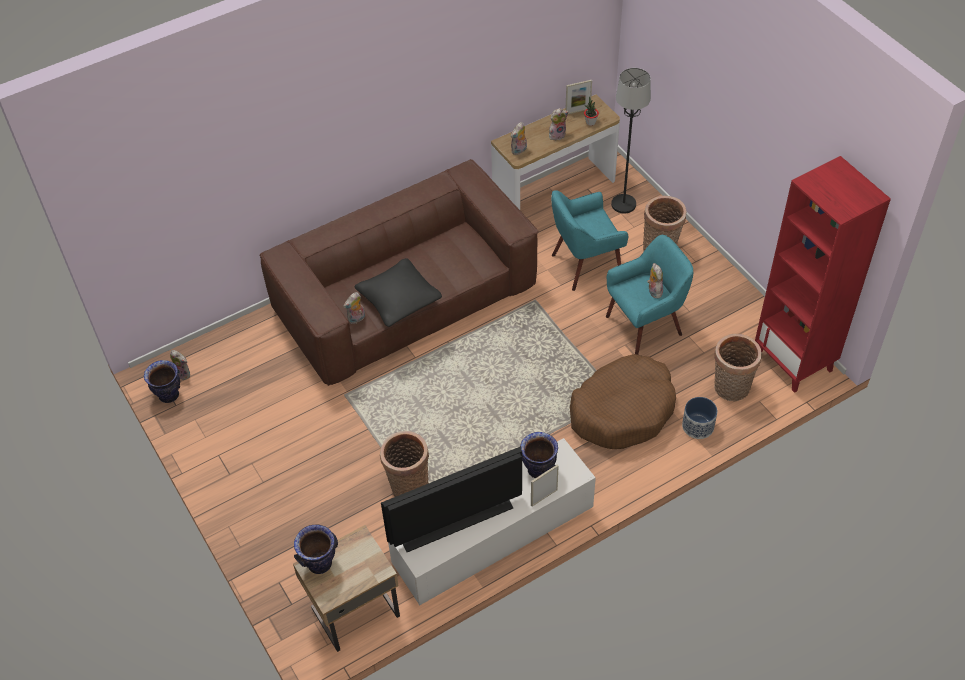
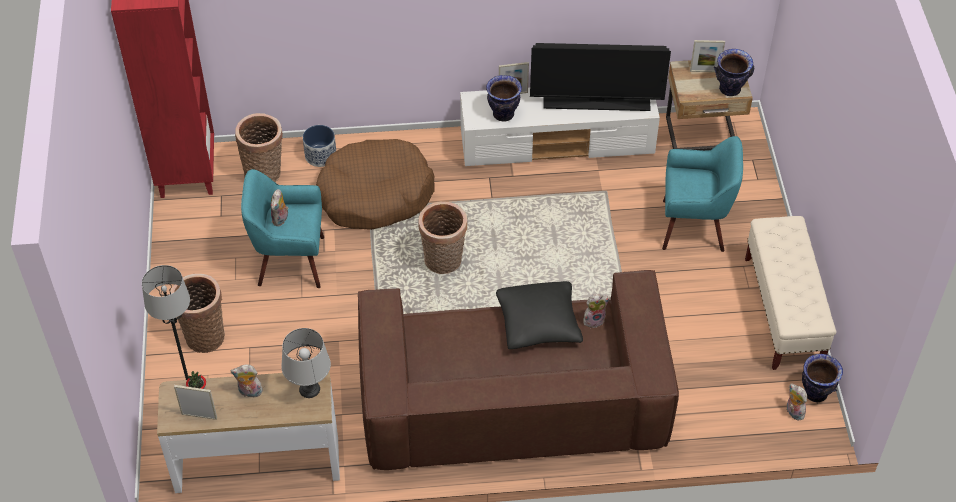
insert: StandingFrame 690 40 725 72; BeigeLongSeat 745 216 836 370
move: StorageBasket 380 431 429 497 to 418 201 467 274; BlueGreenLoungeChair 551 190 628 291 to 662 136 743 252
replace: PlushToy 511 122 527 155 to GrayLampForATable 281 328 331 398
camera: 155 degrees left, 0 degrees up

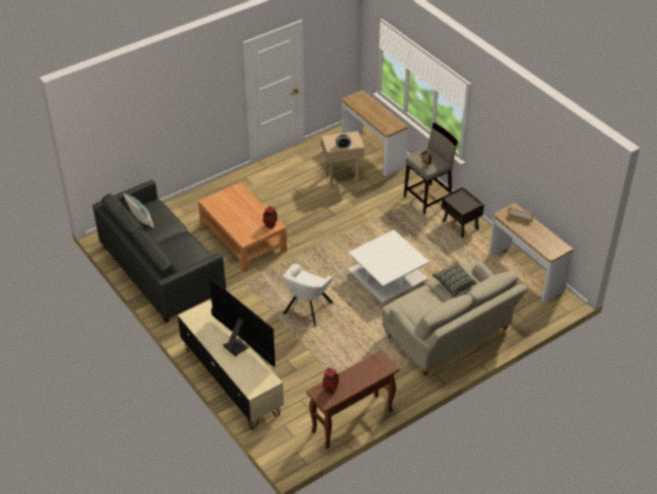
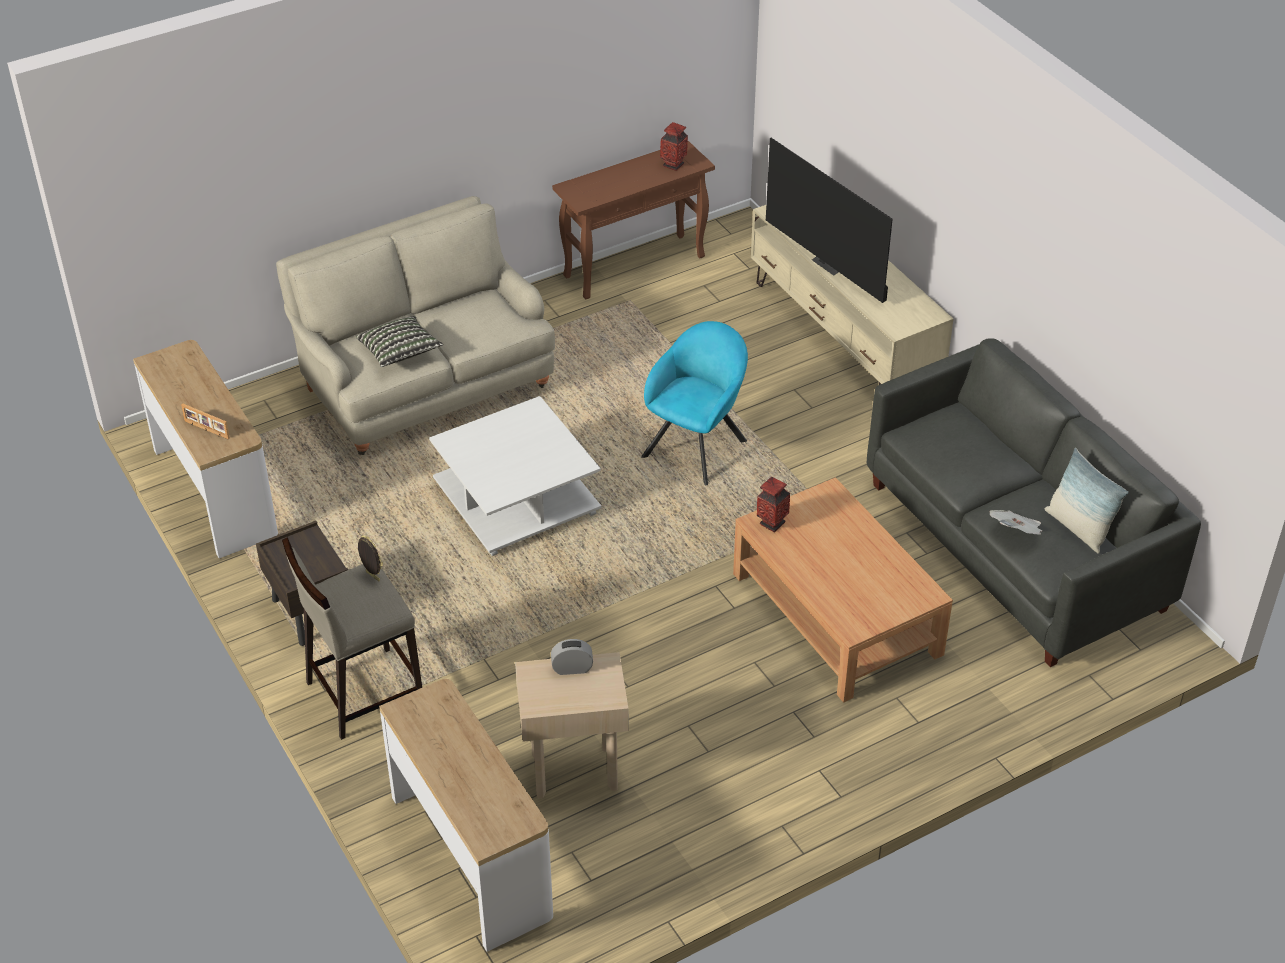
insert: PrintedPaper 990 510 1042 535
recolor: WhiteLoungeChair 283 264 333 327 to BlueGreenLoungeChair 641 321 748 485
camera: 175 degrees left, 0 degrees up

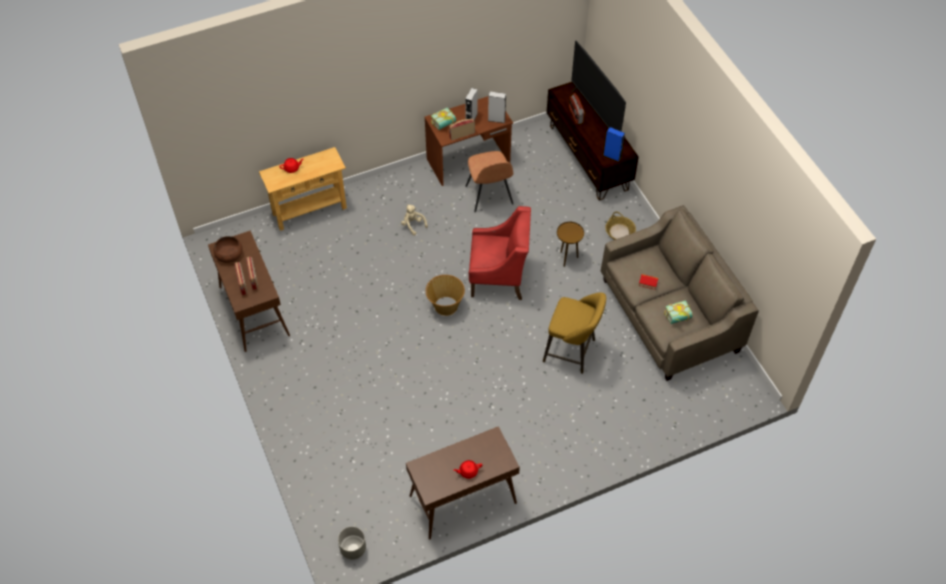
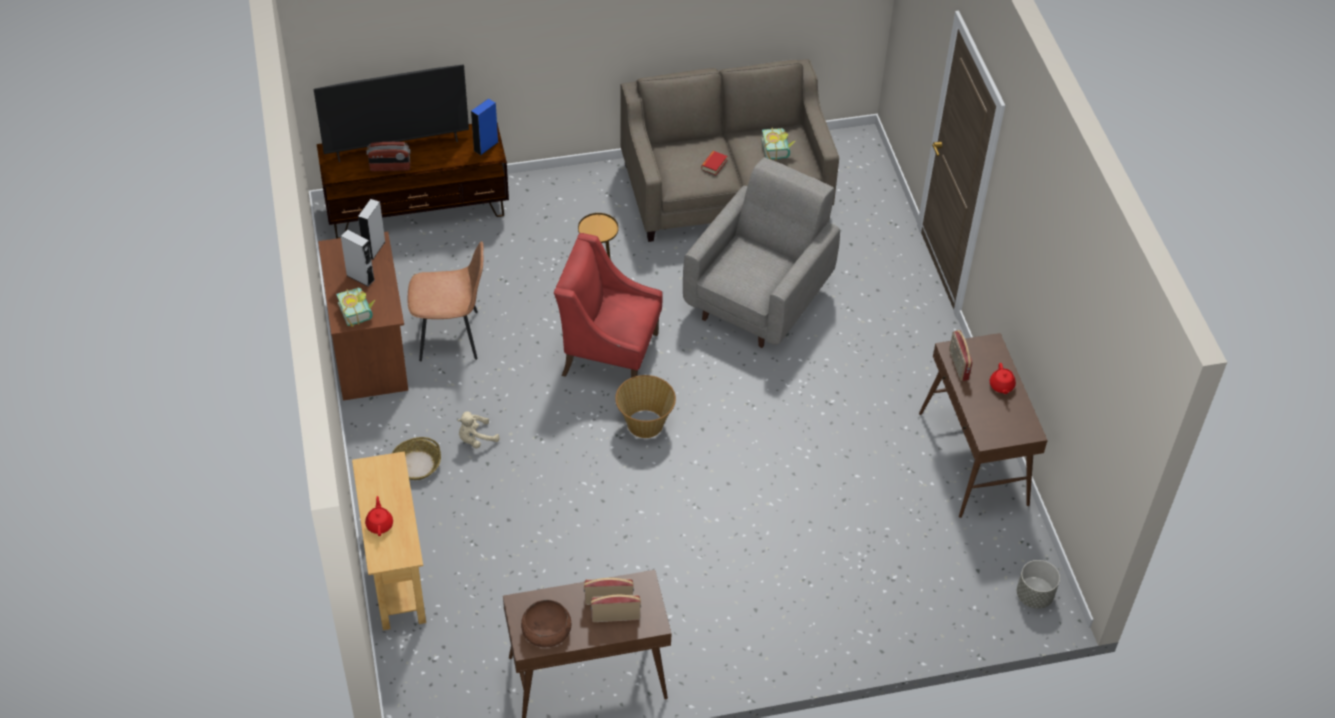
move: Radio 449 118 475 140 to 949 330 973 381; StorageBasket 605 212 636 240 to 392 437 441 480
replace: YellowStool 543 292 606 374 to GrayLoungeChair 683 157 840 348
rotate: RedLoungeChair 469 206 531 300 = 554 233 663 378 90 degrees counterclockwise
camera: 80 degrees left, 5 degrees down

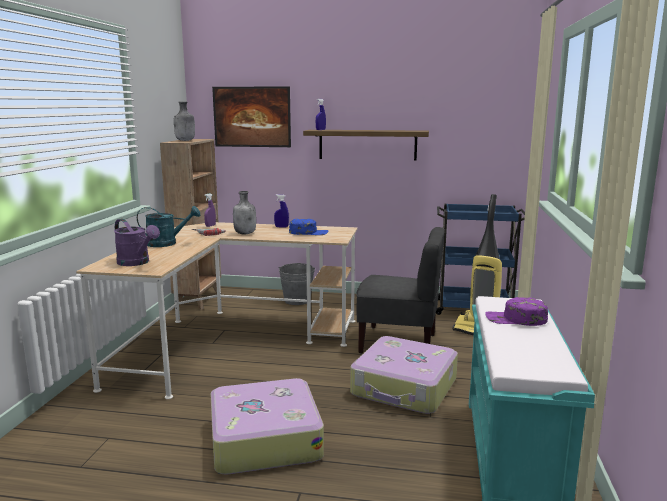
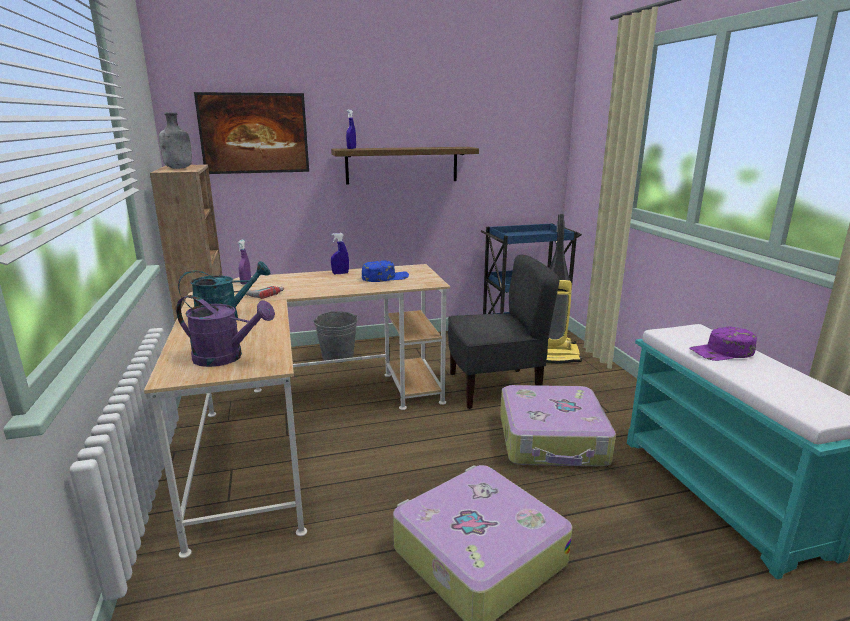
delete: GrayBottle 233 191 256 234
camera: 25 degrees left, 5 degrees up

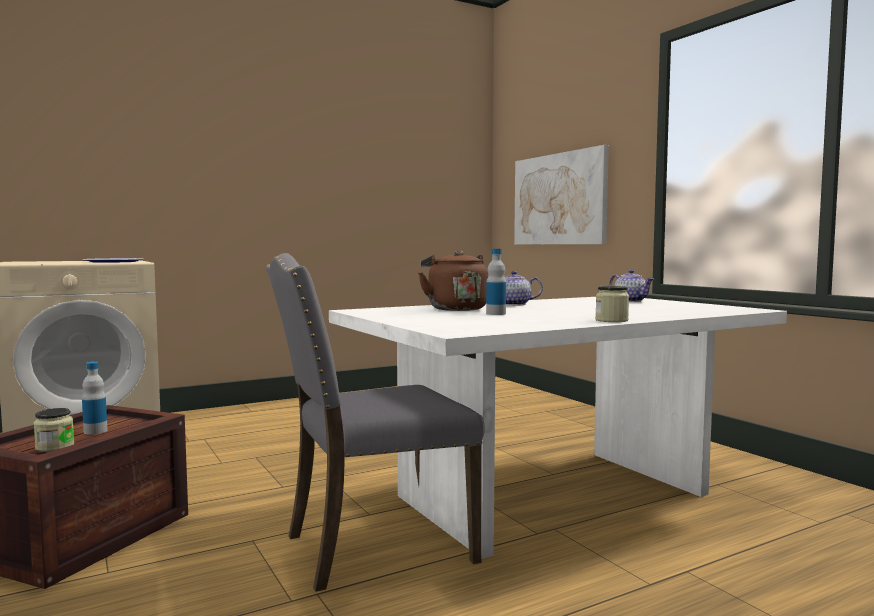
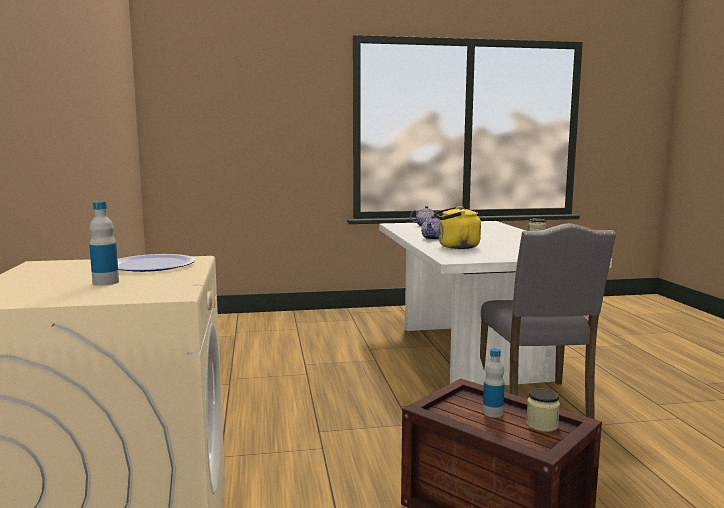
delete: WallPicture 514 145 609 244
move: Bottle 486 249 506 315 to 89 201 119 286
recolor: BrownWaterKettle 418 251 488 311 to YellowWaterKettle 434 206 481 249
camera: 70 degrees left, 5 degrees up

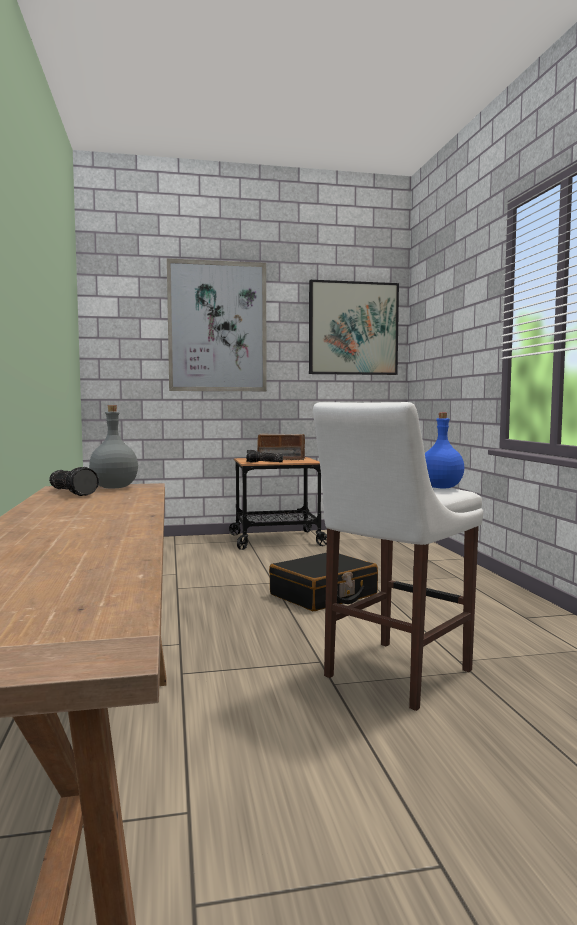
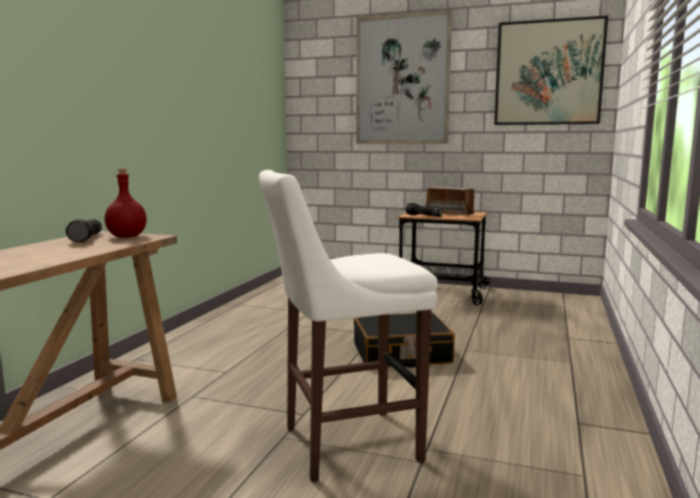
delete: BlueColouredBottle 425 413 464 489
recolor: GrayBottle 89 405 138 489 to RedBottle 105 169 147 237
camera: 30 degrees right, 5 degrees up

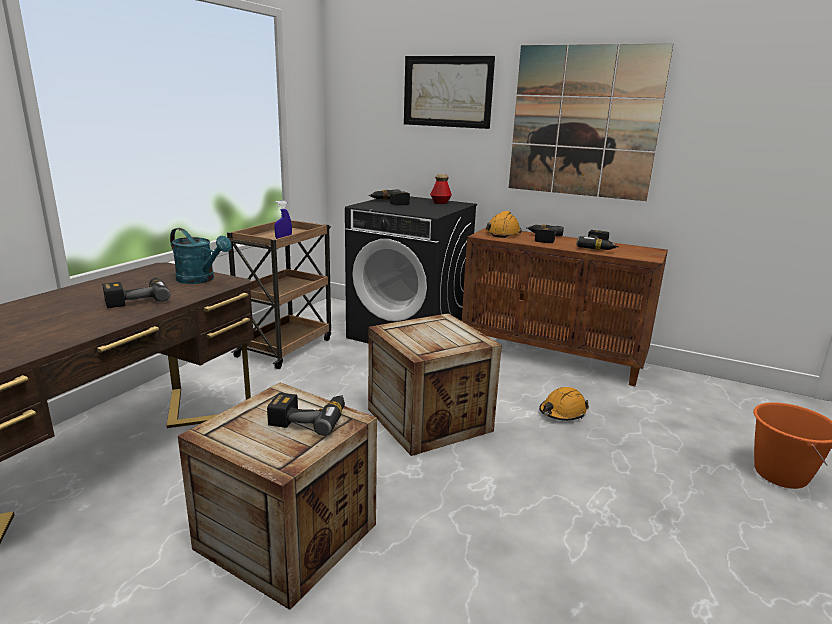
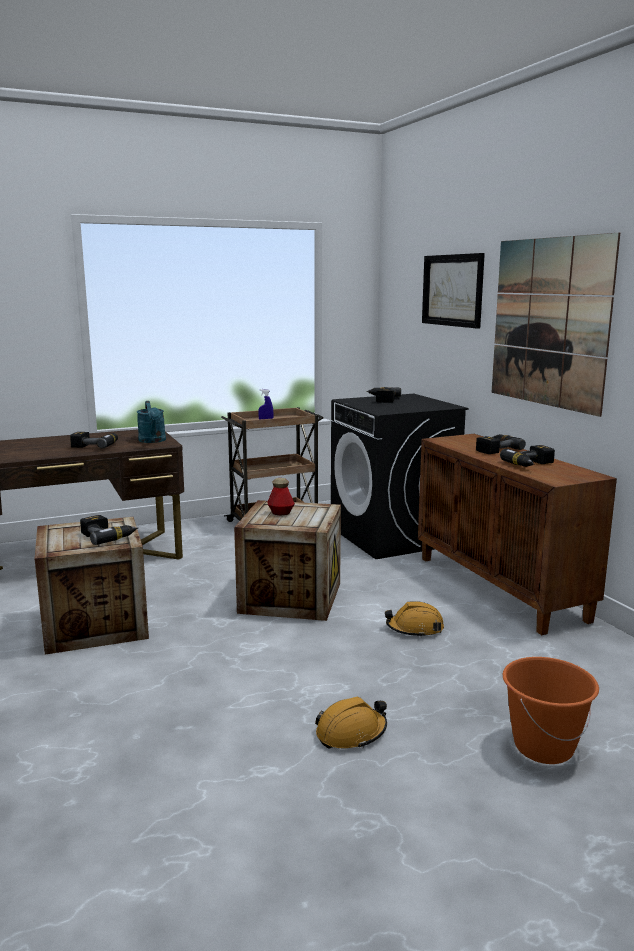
move: Bottle 430 174 452 204 to 267 478 295 515; OrangeColouredHardHat 486 211 522 238 to 315 697 387 749
camera: 40 degrees right, 5 degrees down

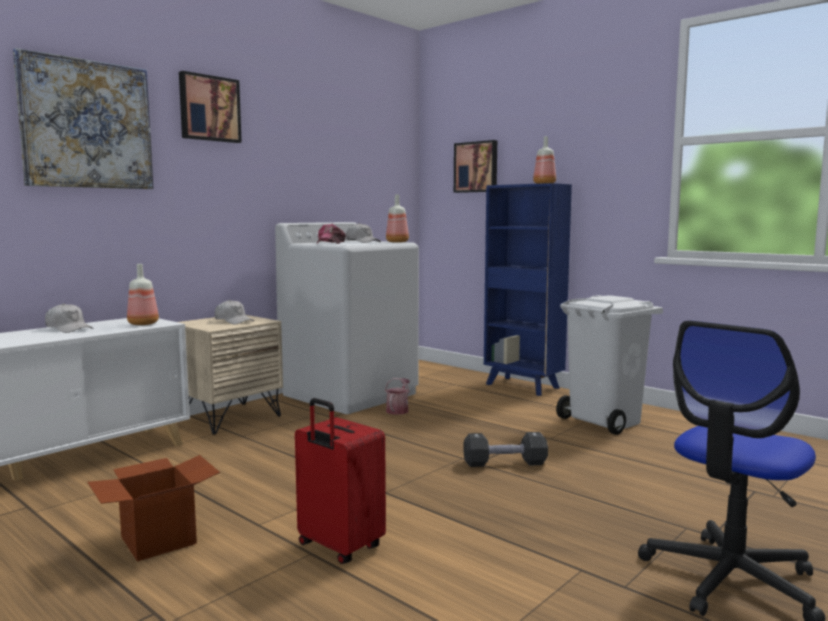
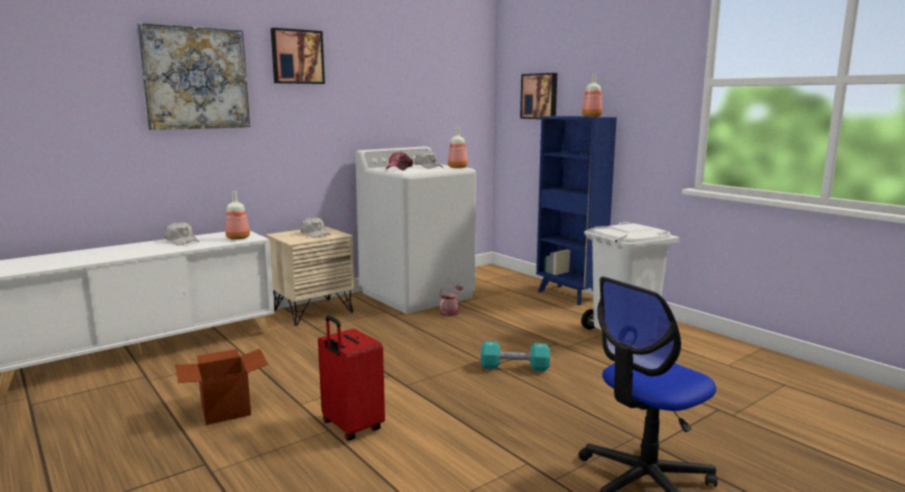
recolor: BlackHandWeight 463 432 548 467 to BlueGreenHandWeight 481 341 550 371
camera: 10 degrees right, 5 degrees up

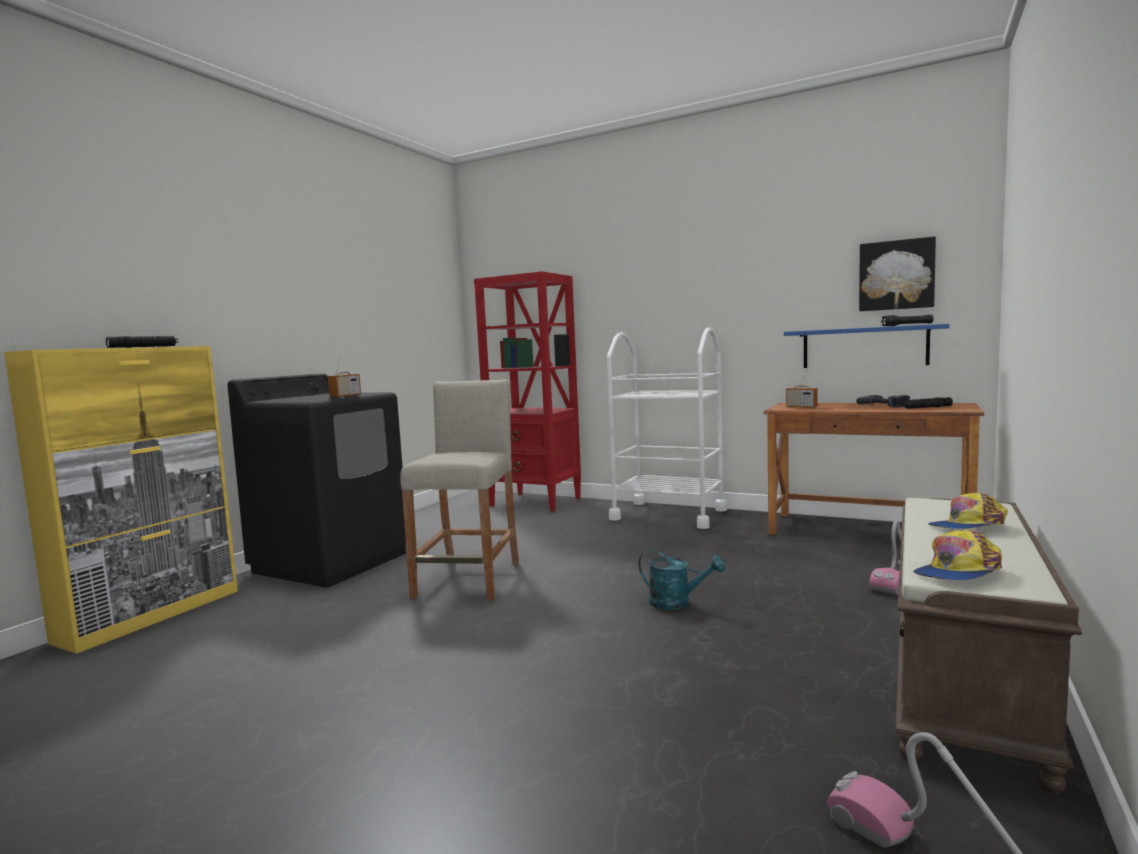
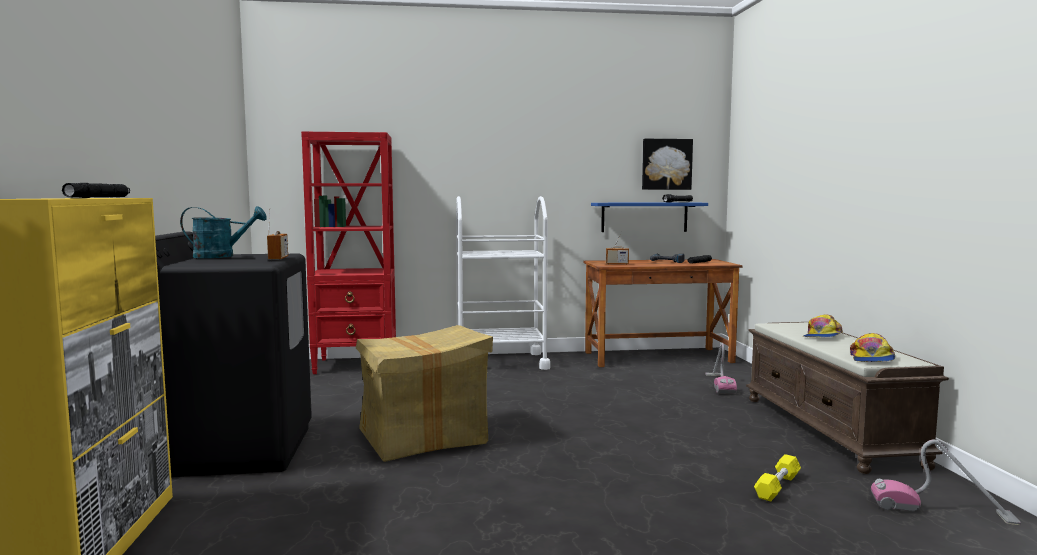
insert: YellowHandWeight 754 454 801 501
move: BlueGreenWateringPot 638 549 725 610 to 180 206 267 258
replace: BeigeStool 400 379 519 601 to CardboardBox 356 325 493 462
camera: 35 degrees left, 0 degrees up

